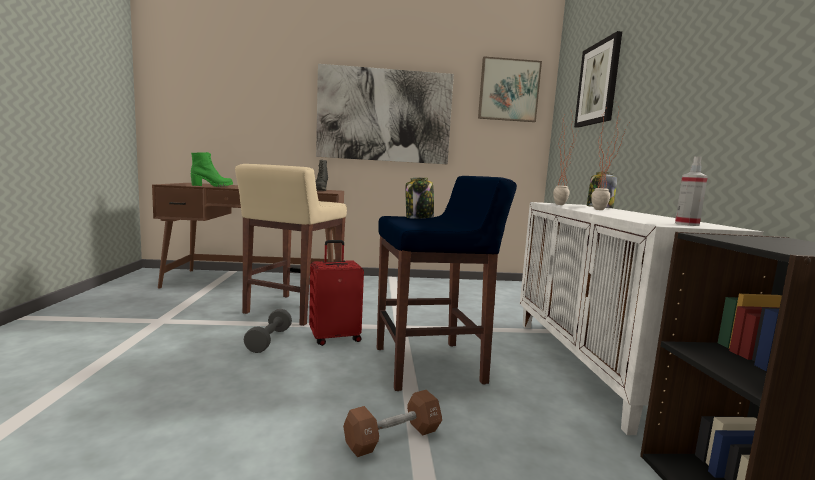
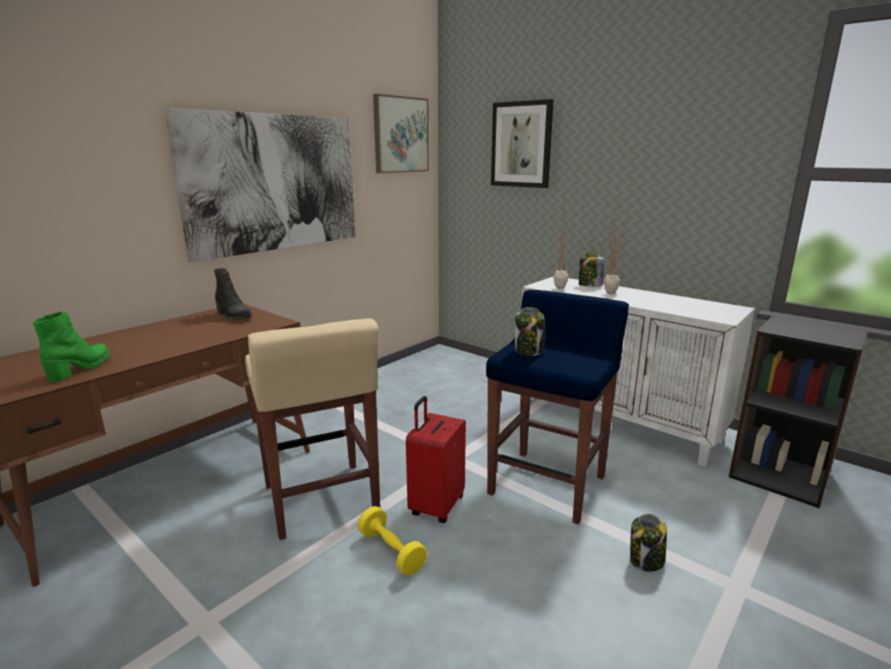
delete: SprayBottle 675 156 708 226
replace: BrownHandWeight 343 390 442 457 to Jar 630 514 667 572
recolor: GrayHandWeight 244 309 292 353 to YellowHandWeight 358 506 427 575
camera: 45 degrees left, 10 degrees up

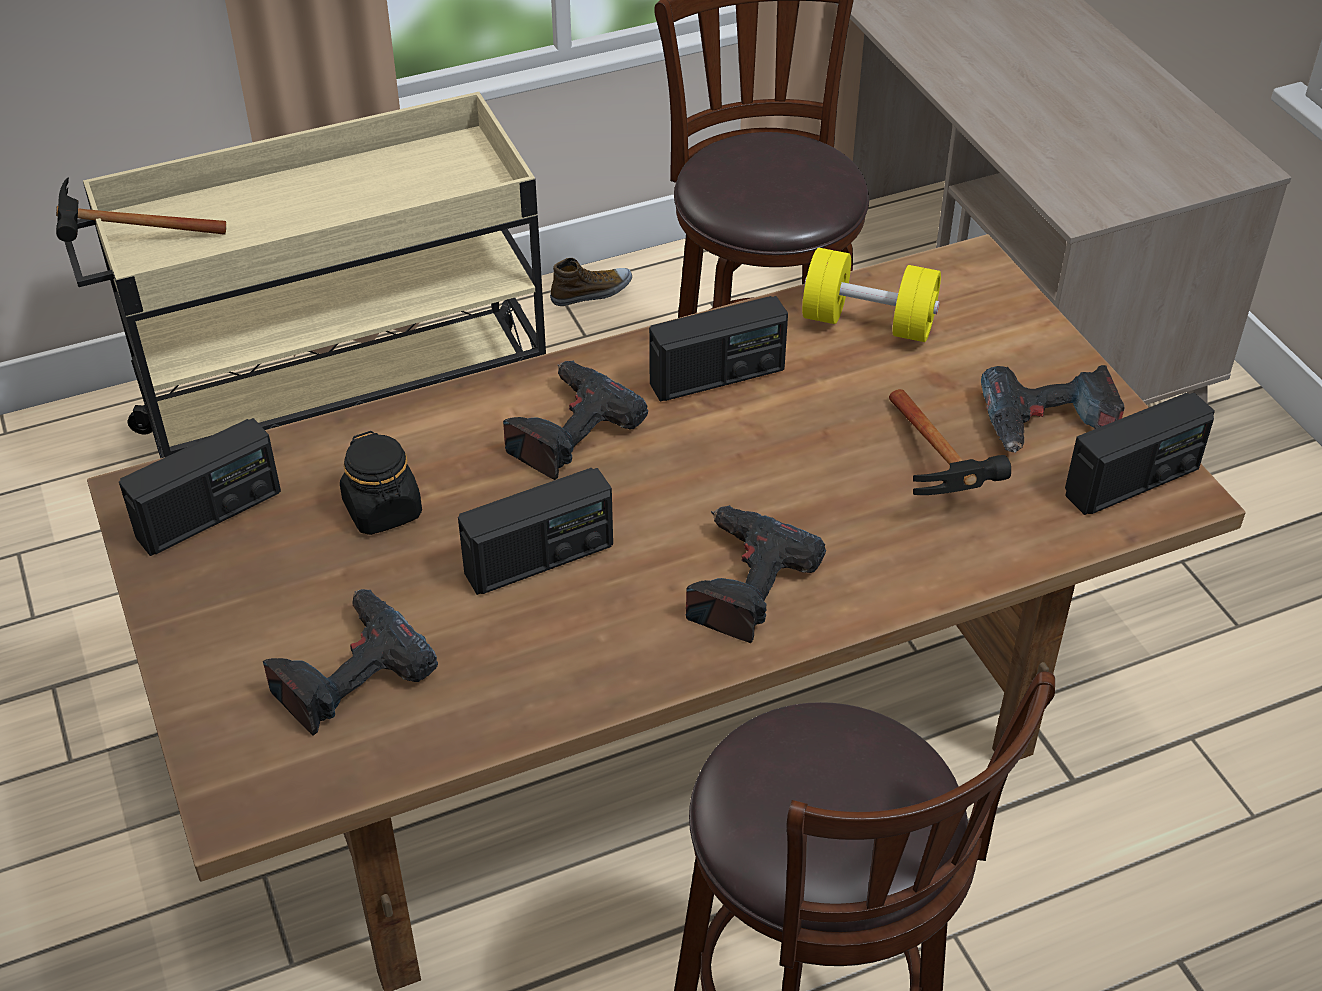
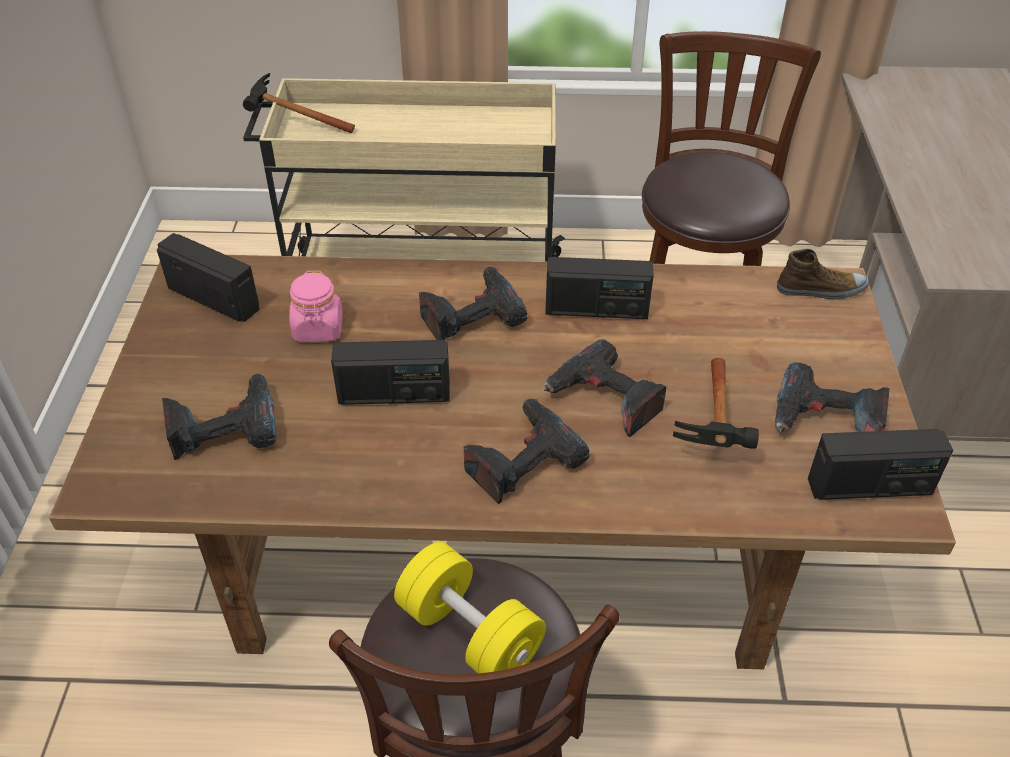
insert: ElectricDrill 544 339 666 437
move: ItemOfFootwear 550 258 632 306 to 777 249 869 299; YellowHandWeight 802 248 941 342 to 394 542 546 673
recolor: BlackJar 340 431 422 535 to PinkColouredJar 289 271 343 342
rotate: Radio 119 418 281 556 = 157 233 259 322 135 degrees counterclockwise
camera: 25 degrees right, 0 degrees up

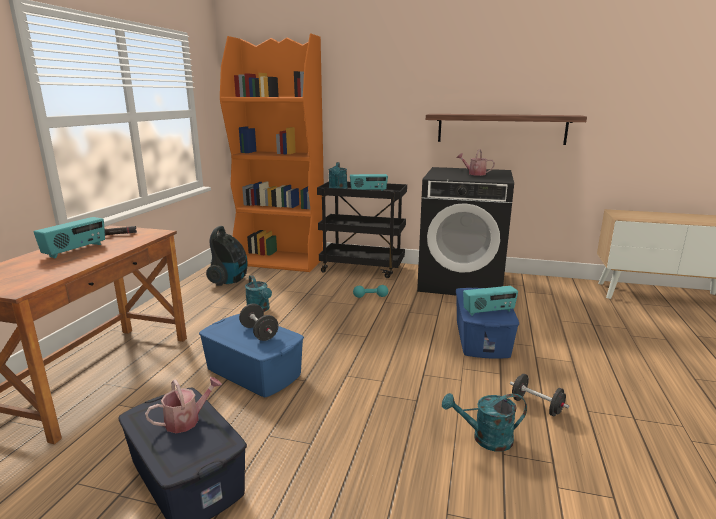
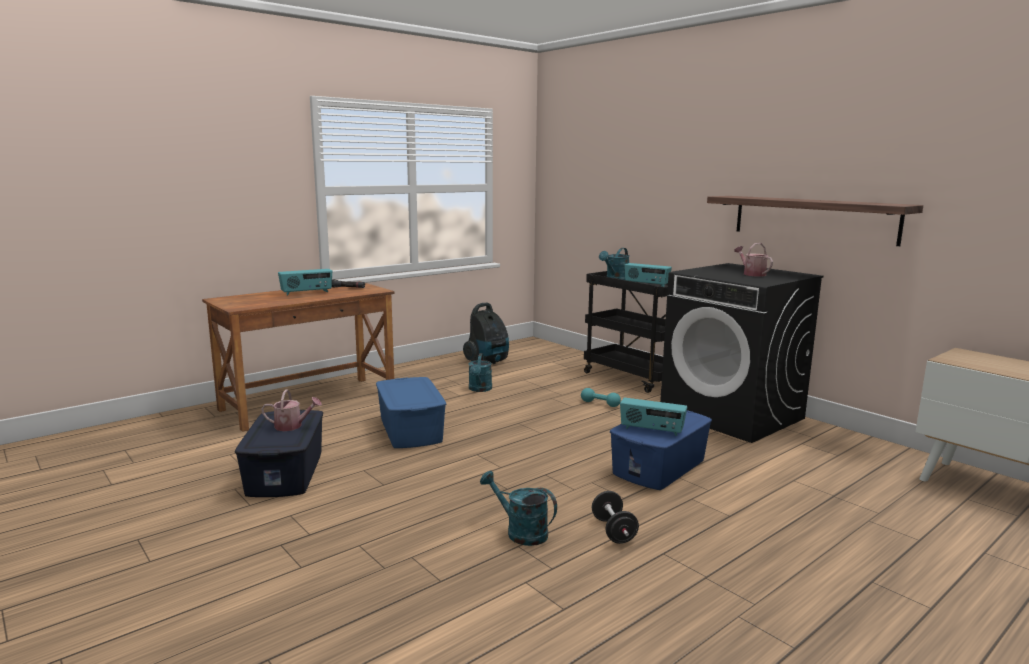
delete: OrangeColouredBookcase 220 33 324 272; BlackHandWeight 239 303 279 341
camera: 35 degrees right, 5 degrees down

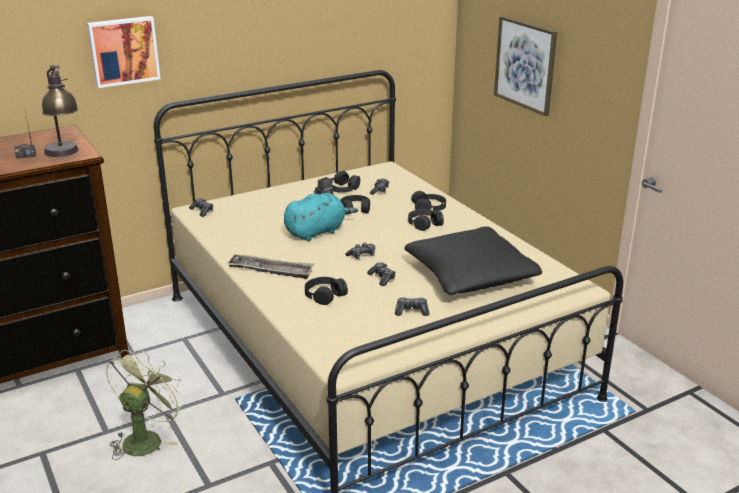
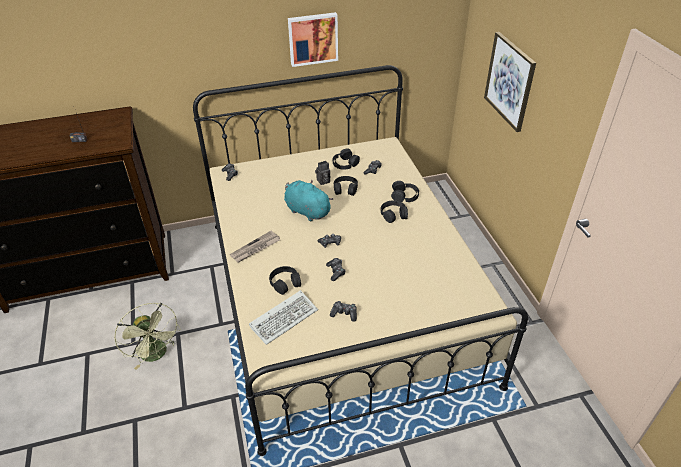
delete: LampForATable 42 65 79 157; BlackThrowPillow 404 226 542 295
insert: PcKeyboard 249 290 318 345
move: WallPicture 87 16 161 88 to 288 12 338 67
replace: ServingTray 226 254 314 279 to PrintedPaper 230 231 280 262
rotate: GreenishFan 106 350 186 460 = 114 303 181 370 105 degrees clockwise; BlueGreenPlushToy 284 193 358 241 = 284 180 333 221 120 degrees counterclockwise
camera: 15 degrees right, 15 degrees up

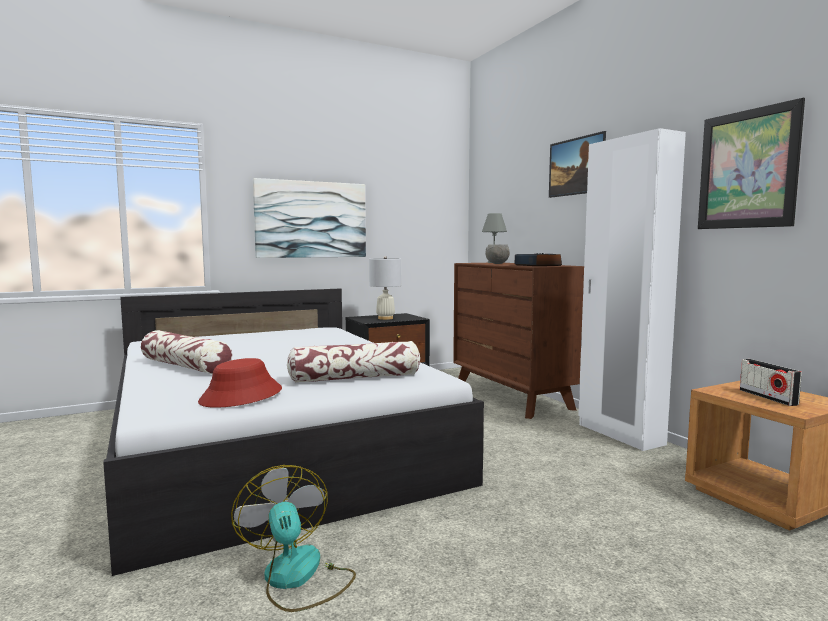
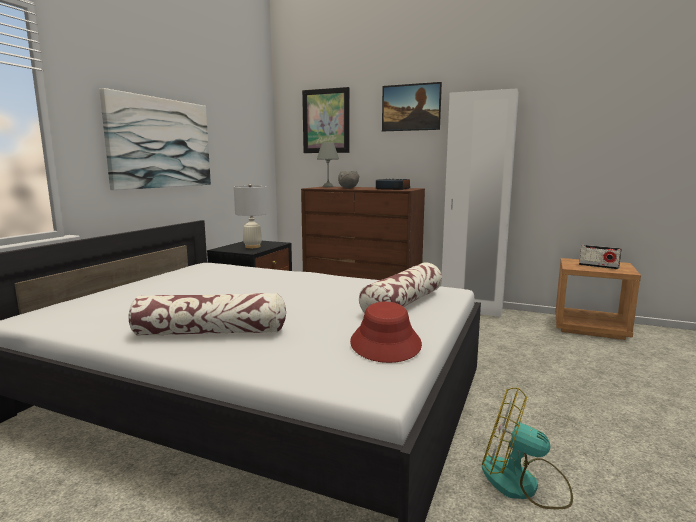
move: WallPicture 698 98 805 229 to 302 87 349 153
camera: 40 degrees left, 5 degrees up

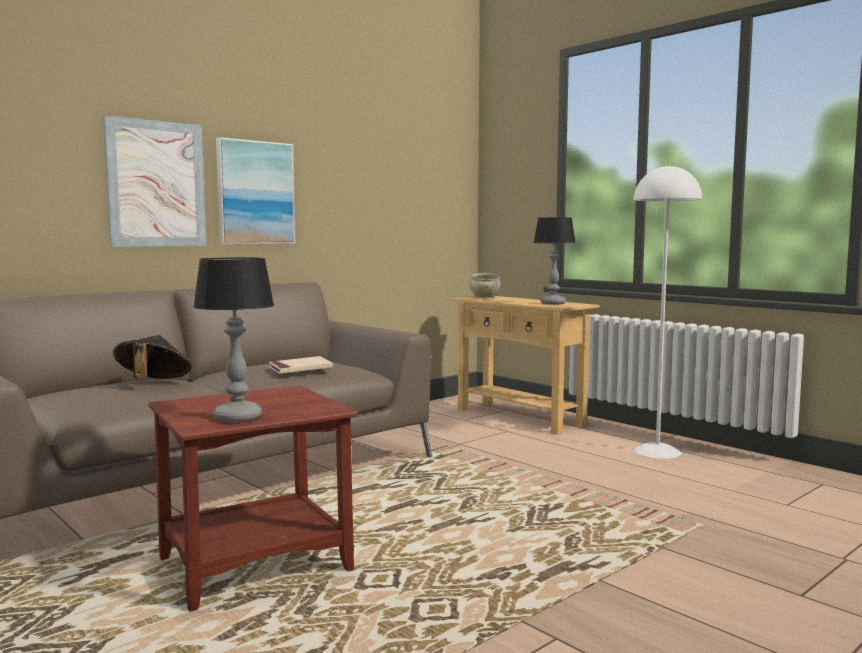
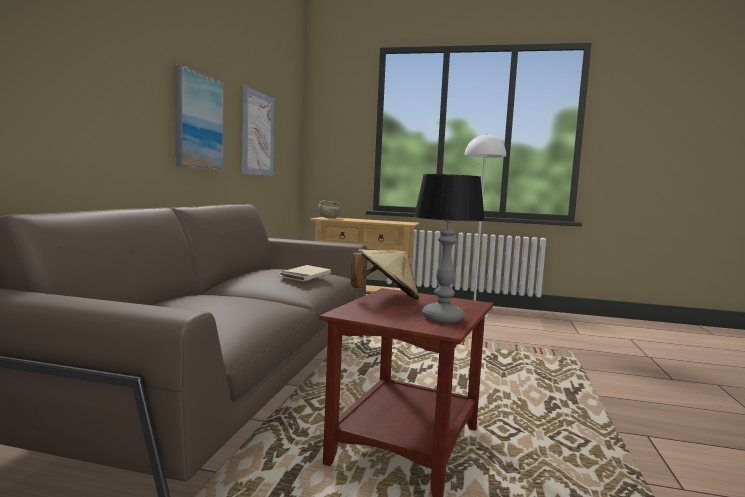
delete: BlackWearableHat 113 335 192 379; LampForATable 534 217 575 305
insert: BeigeWearableHat 351 249 419 300
move: WallPicture 103 115 206 247 to 242 86 274 176
camera: 35 degrees left, 0 degrees up

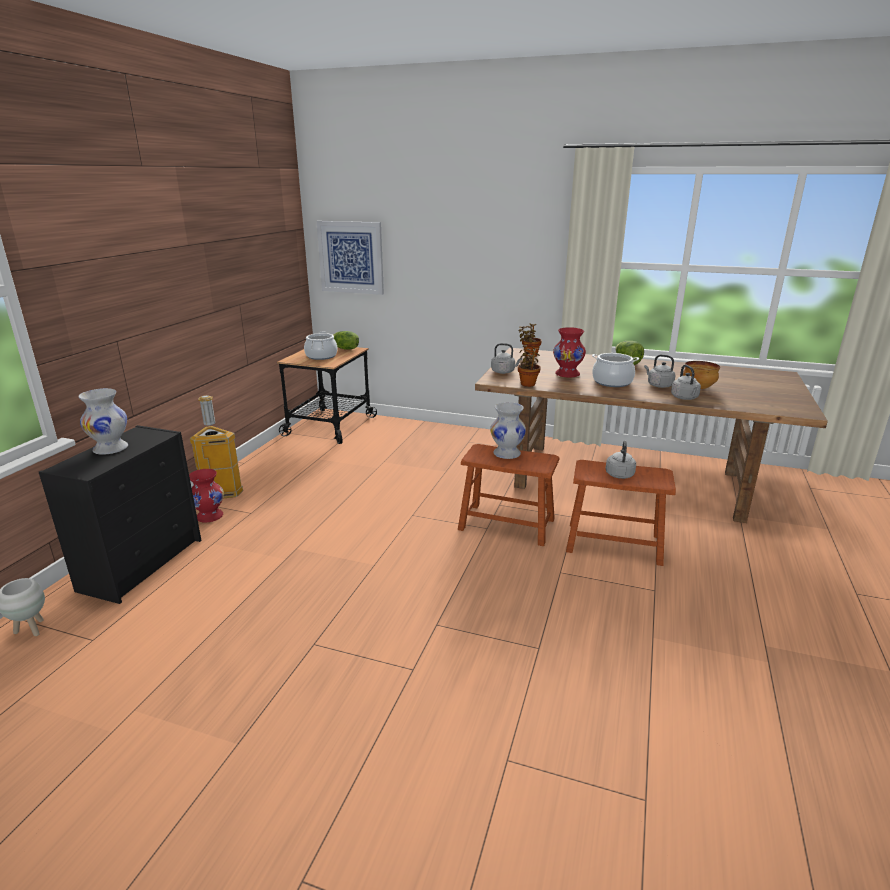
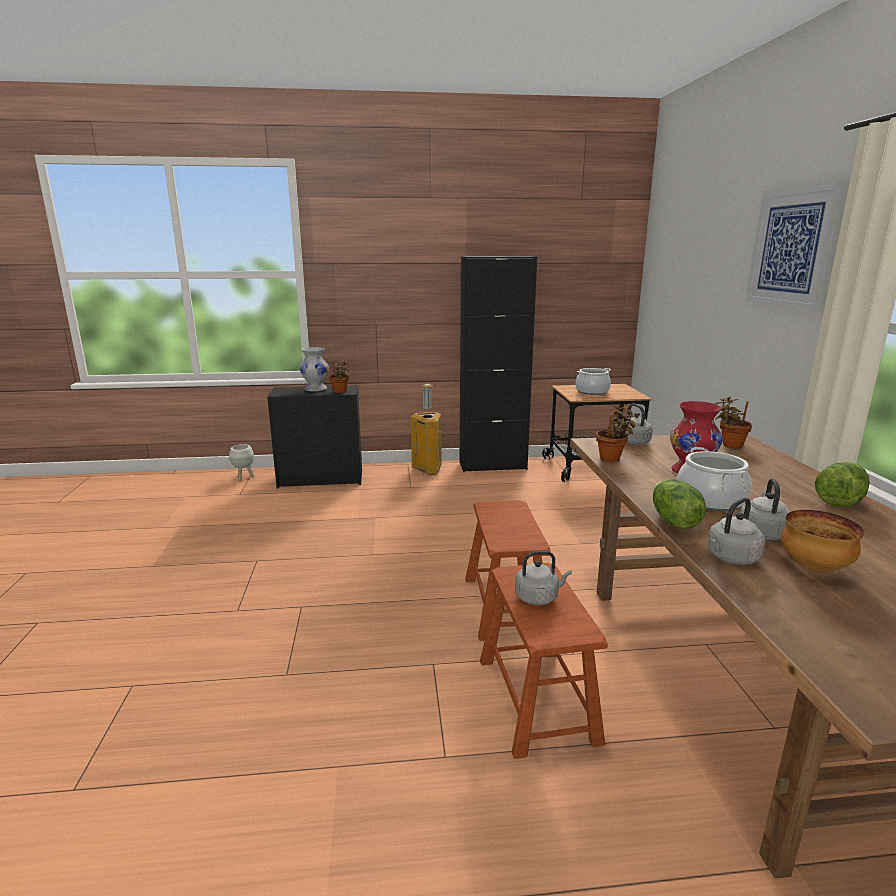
delete: RedVase 189 469 224 523; WhiteVase 490 402 526 459
insert: PlantInAPot 329 358 349 393; BlackCupboard 460 256 537 472
move: WallPicture 317 221 384 295 to 745 181 847 312; LettuceHead 333 331 359 350 to 653 479 706 529
camera: 65 degrees right, 5 degrees down

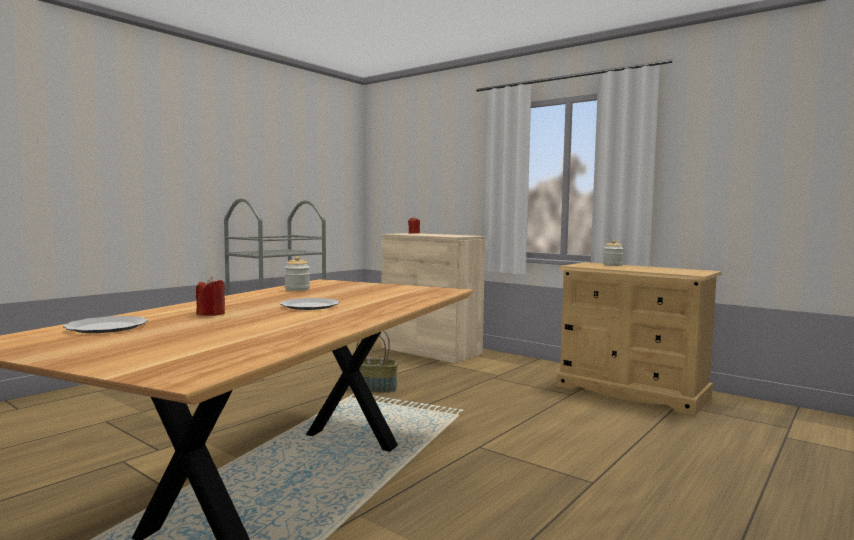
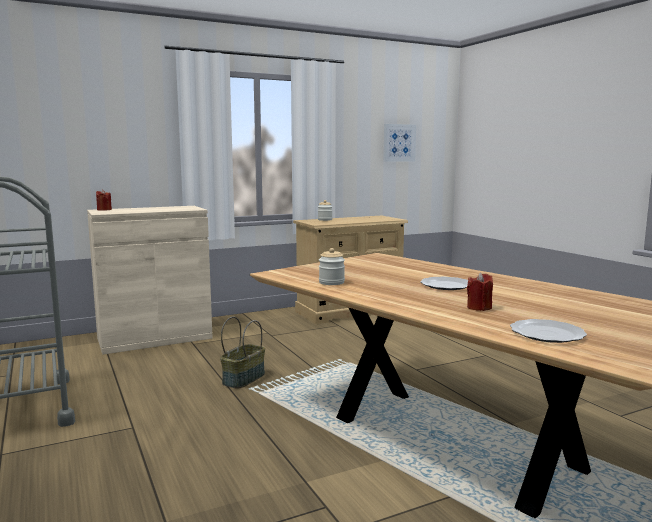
insert: WallPicture 384 124 416 162
camera: 65 degrees left, 5 degrees up

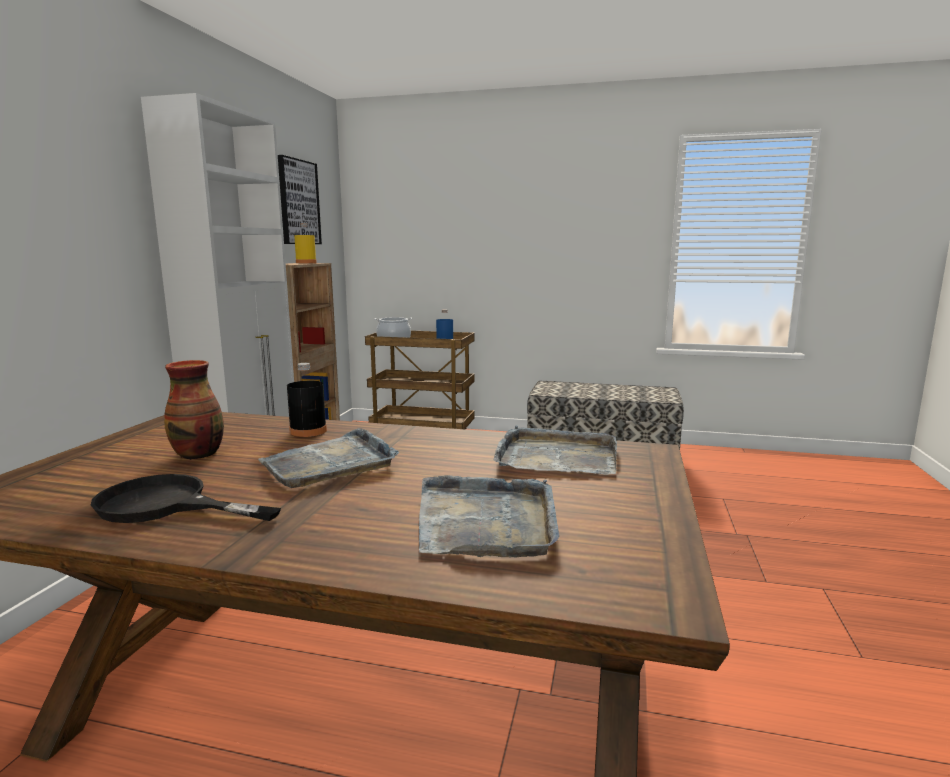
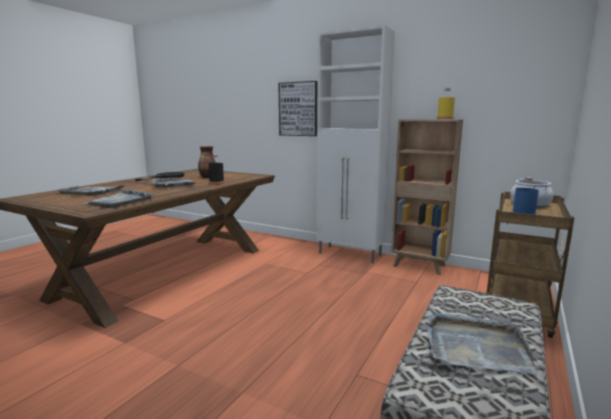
insert: GrayServingTray 428 311 538 374
move: WallPicture 278 155 322 244 to 278 81 317 136
camera: 105 degrees right, 0 degrees up

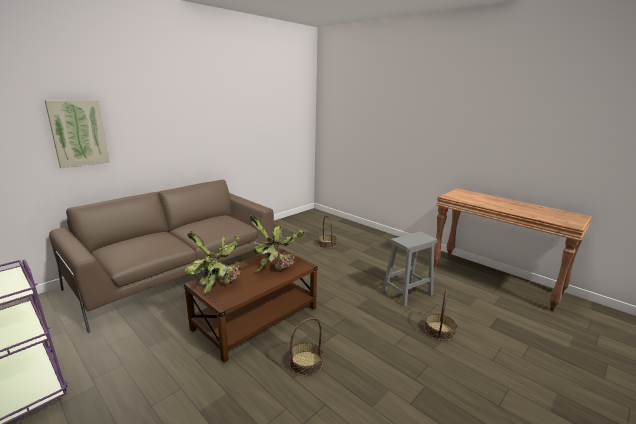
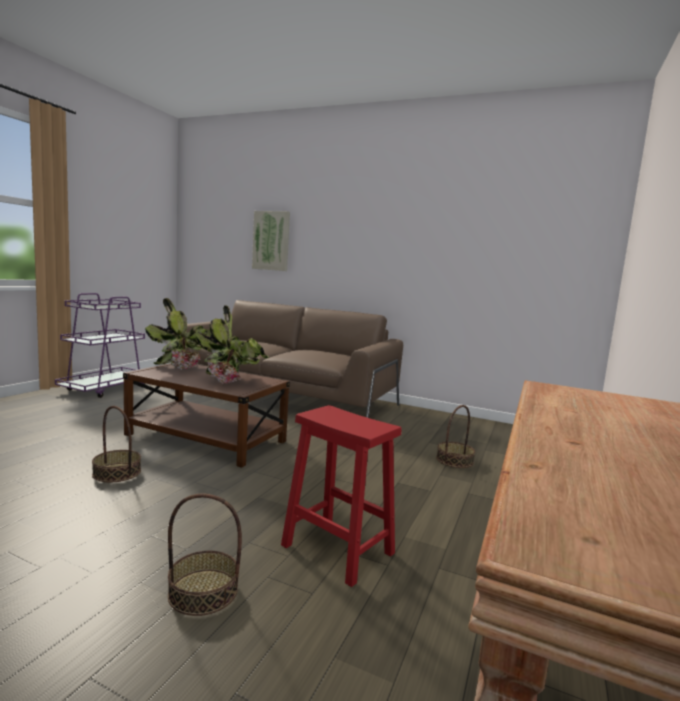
recolor: GrayStool 382 232 438 307 to RedStool 281 405 402 587
camera: 70 degrees right, 10 degrees down

